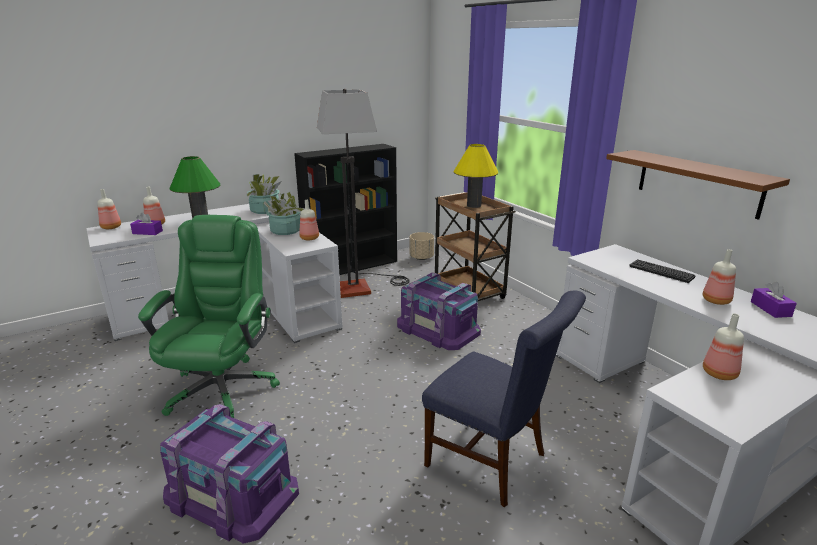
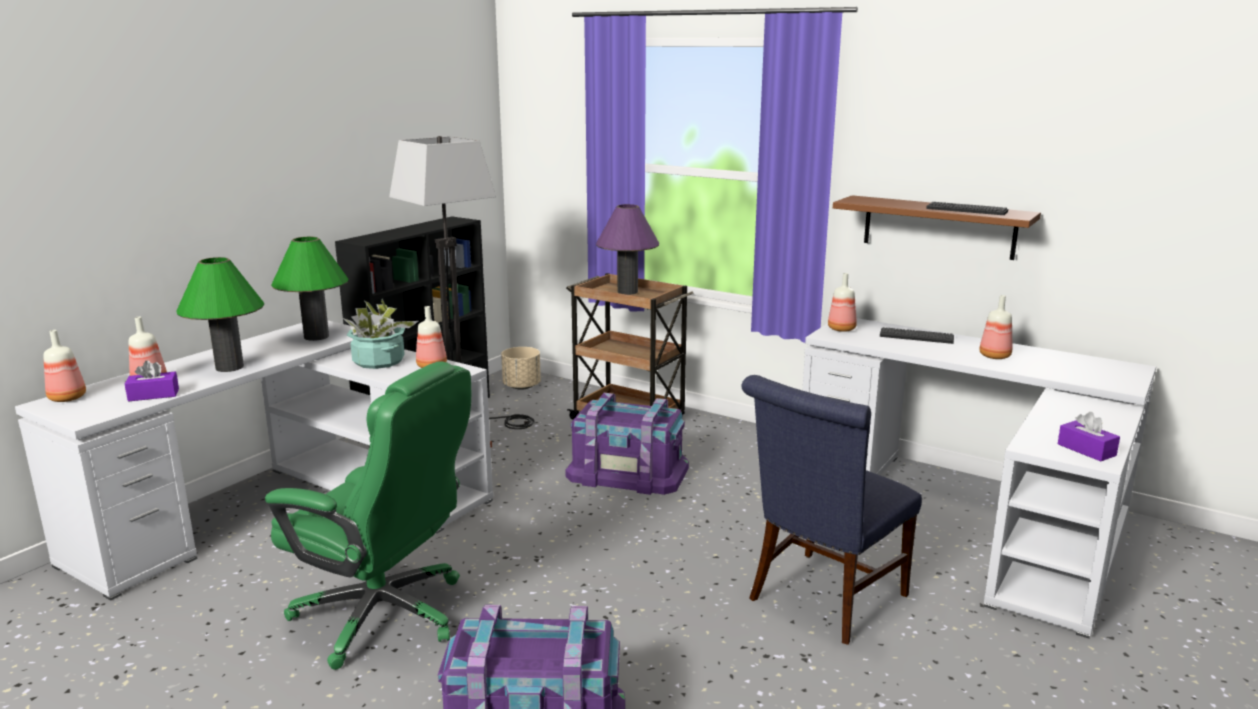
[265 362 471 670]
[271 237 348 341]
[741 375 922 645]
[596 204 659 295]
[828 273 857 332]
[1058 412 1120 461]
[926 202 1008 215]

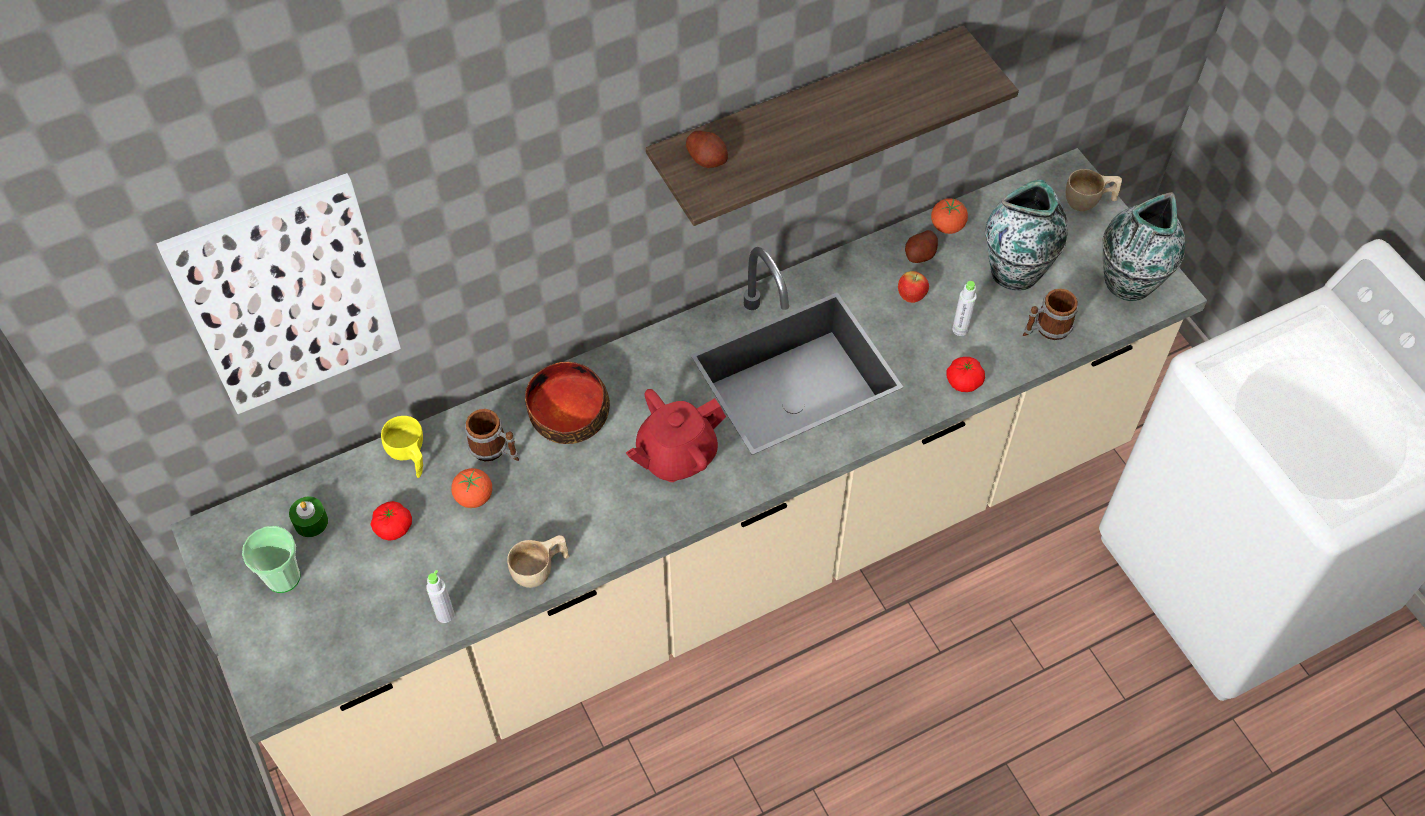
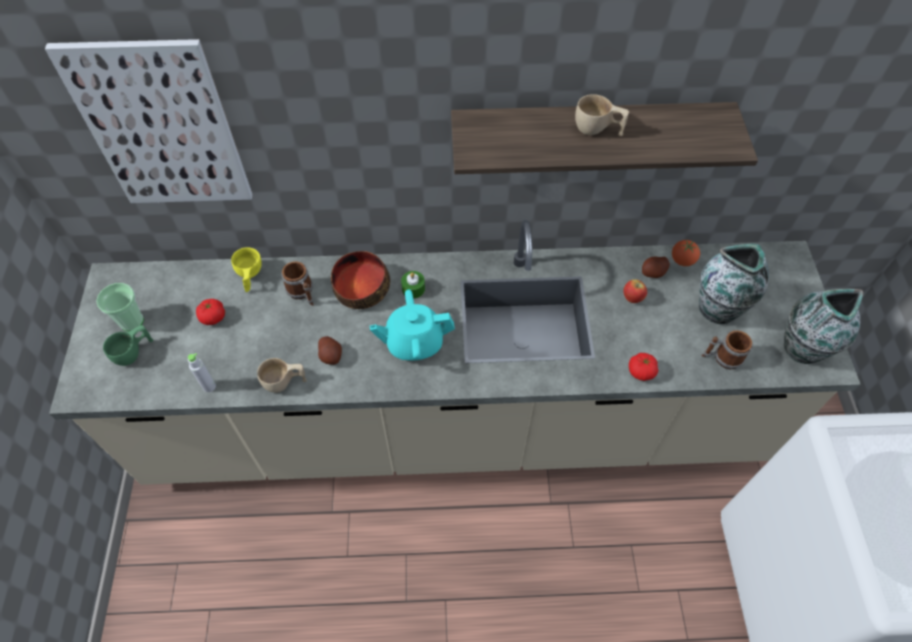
[401 271 425 299]
[451 468 492 508] (first image)
[370 290 455 361]
[318 336 342 365]
[952 281 977 336] (first image)
[575 94 629 136]
[103 325 154 366]

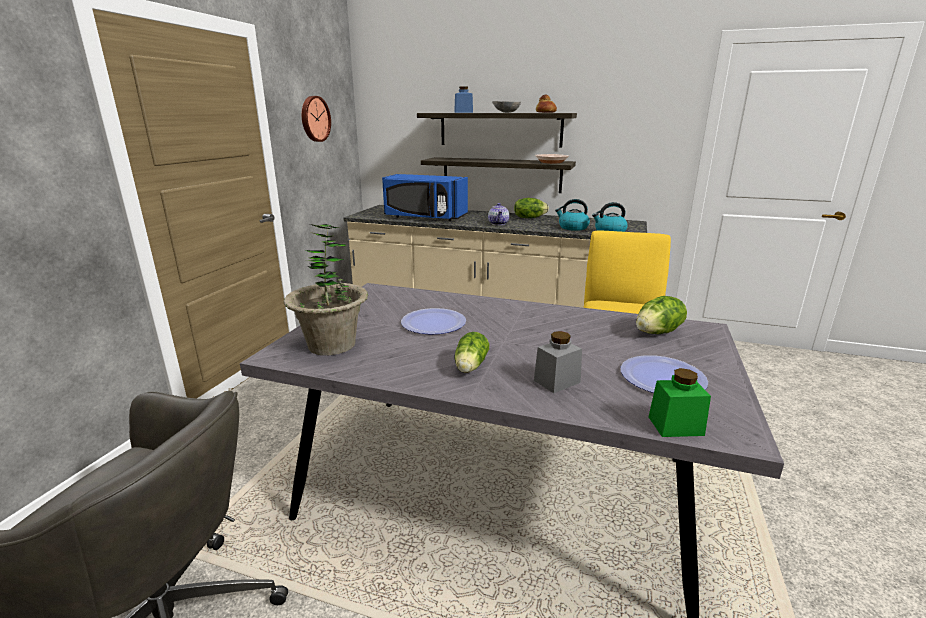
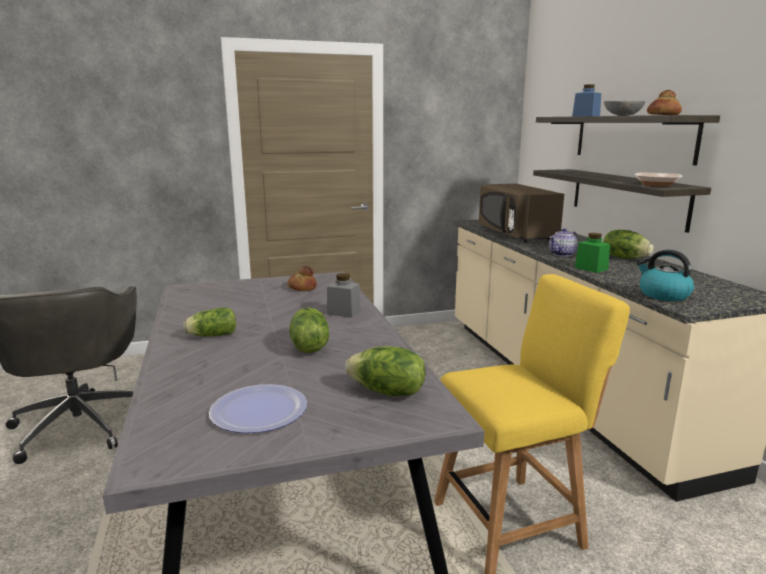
[283 224 368 355] (first image)
[302 96 331 142] (first image)
[479 184 564 242]
[401 308 466 335] (first image)
[327 273 361 318]
[555 199 590 231] (first image)
[575 233 610 273]
[287 266 317 291]
[289 307 329 353]

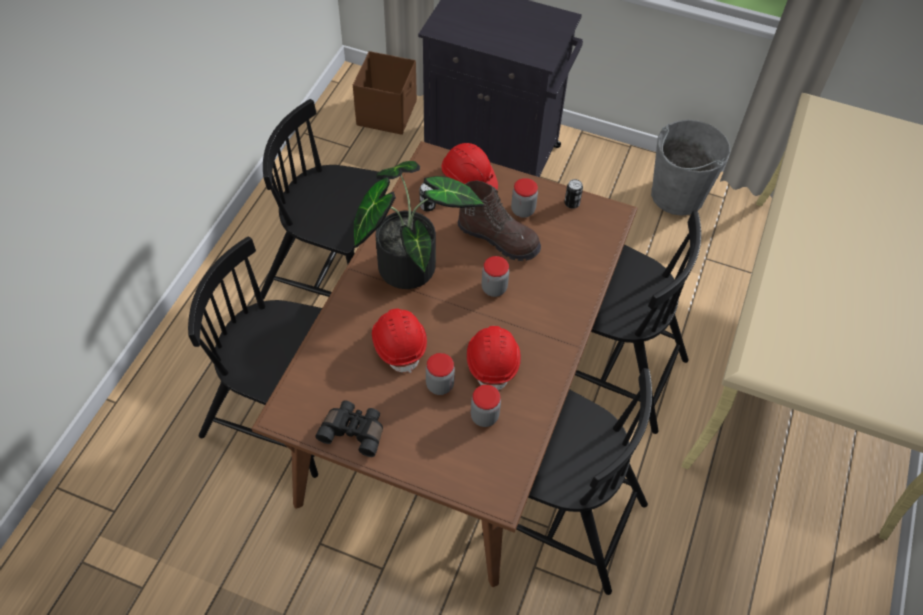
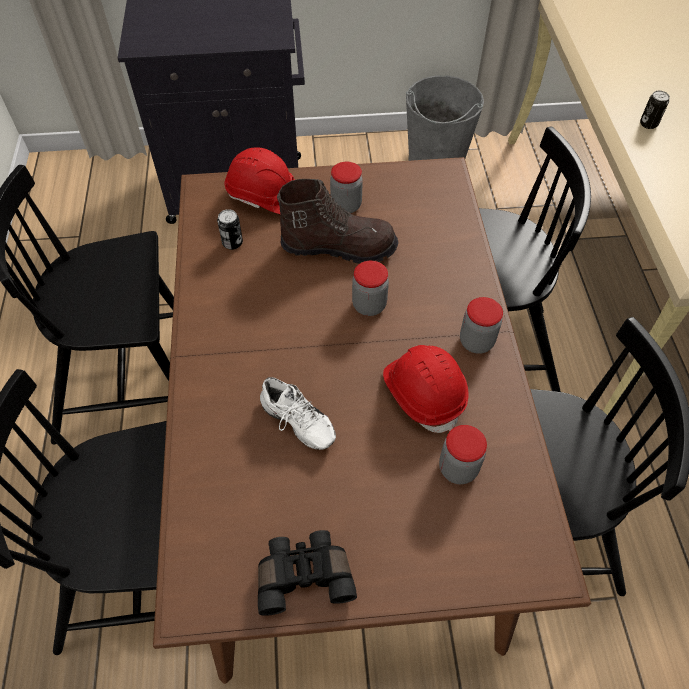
[353 51 417 135] (first image)
[354 161 484 289] (first image)
[260 377 336 450]
[460 297 503 354]
[640 91 670 129]

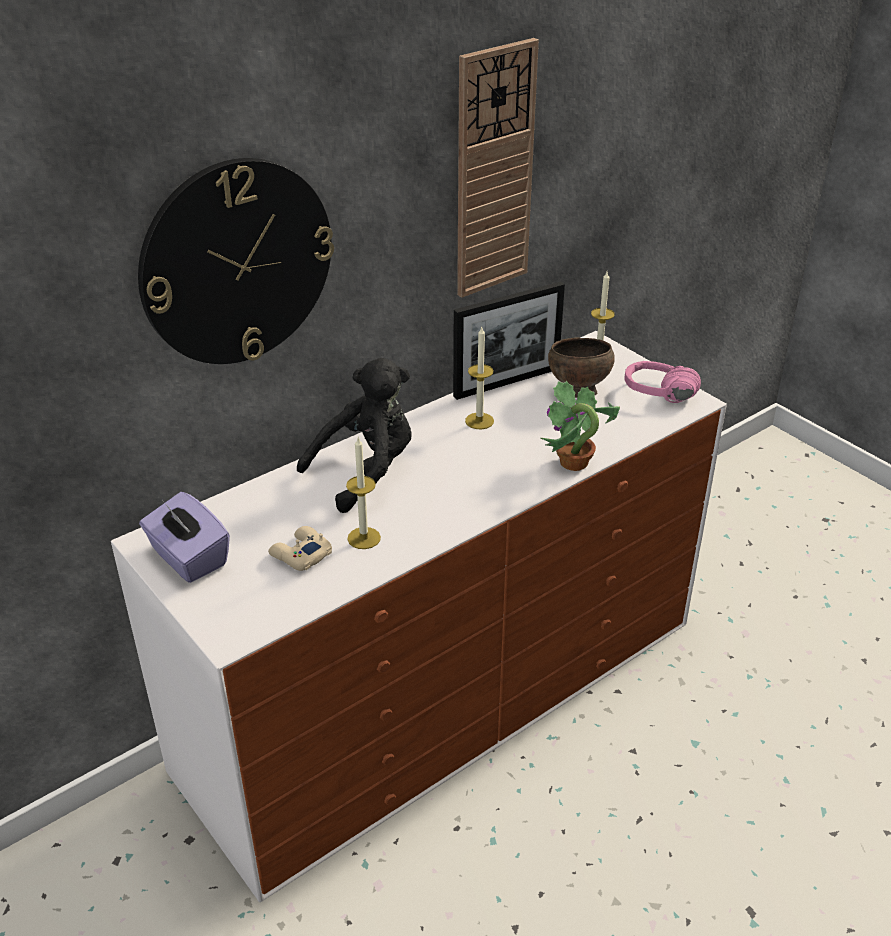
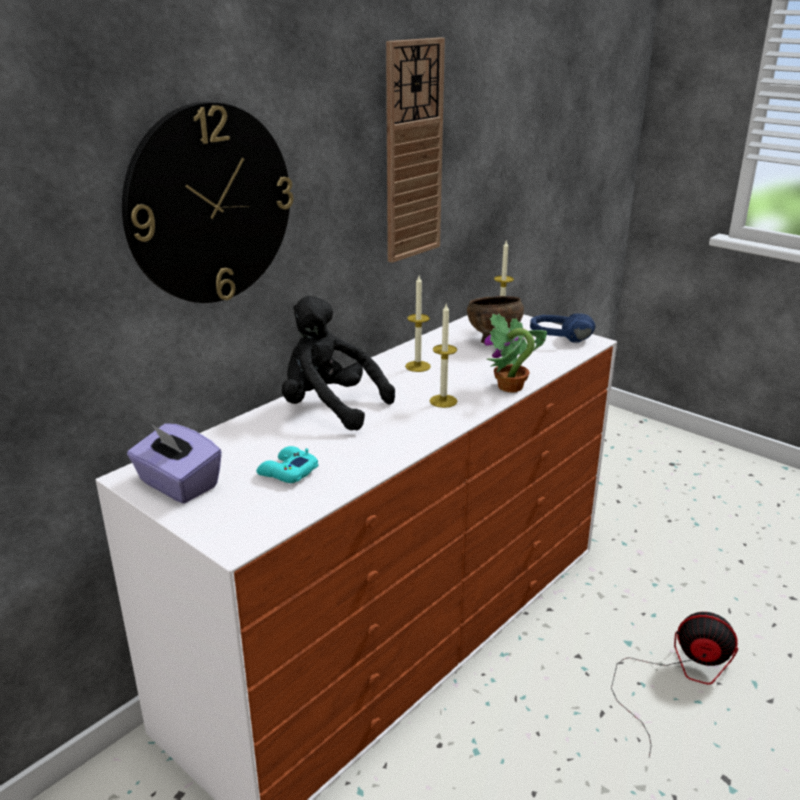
[256 446 318 483]
[282 296 395 430]
[430 304 457 408]
[453 282 565 400] (first image)
[530 314 595 343]
[611 612 738 757]

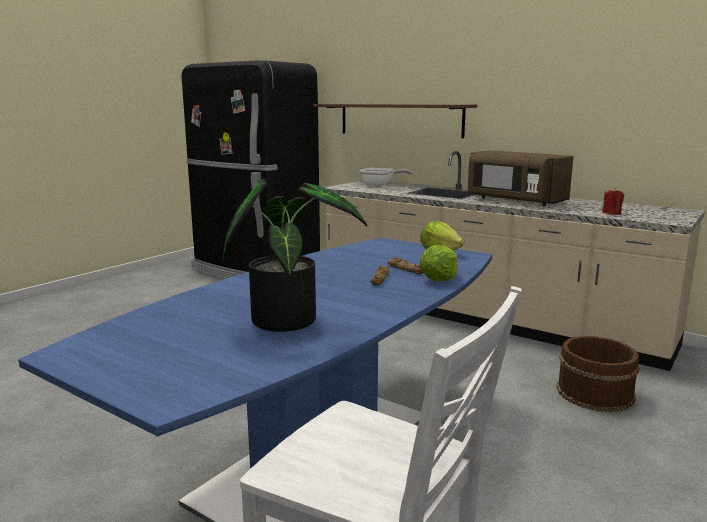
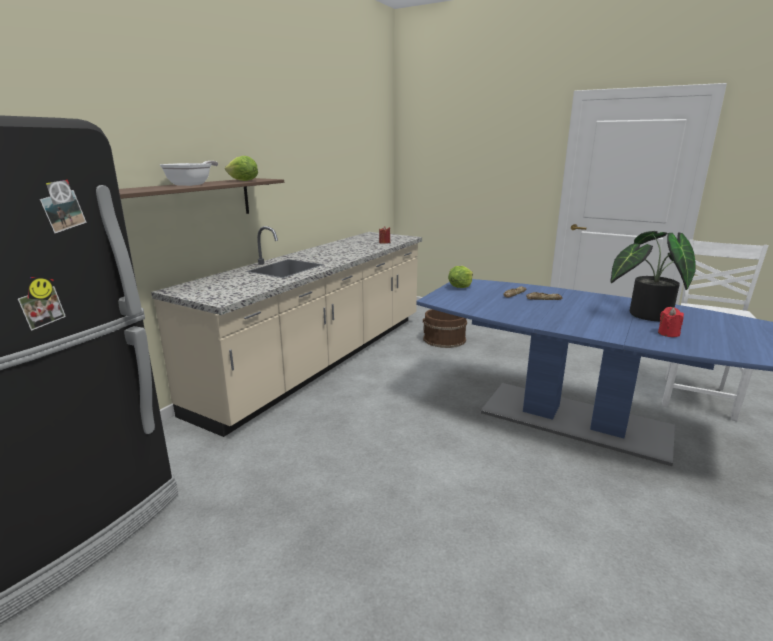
[160 161 218 186]
[225 156 258 181]
[468 150 574 206] (first image)
[658 307 684 337]

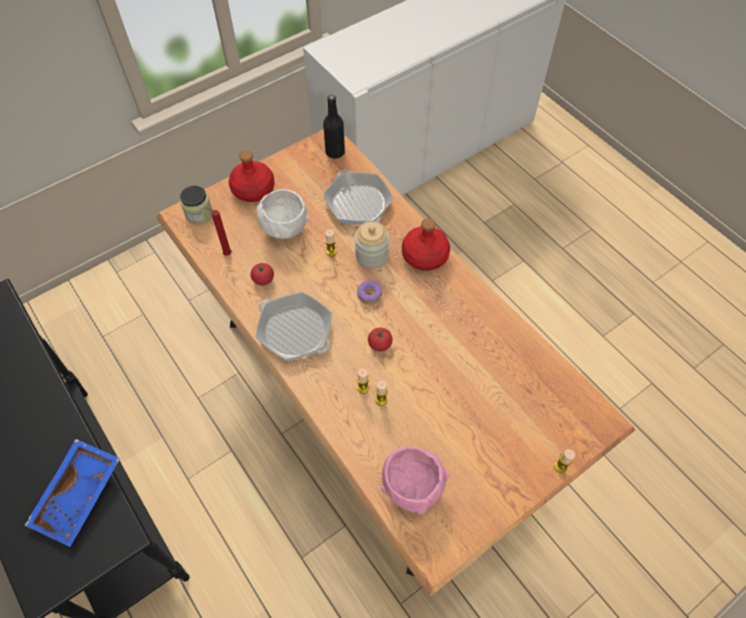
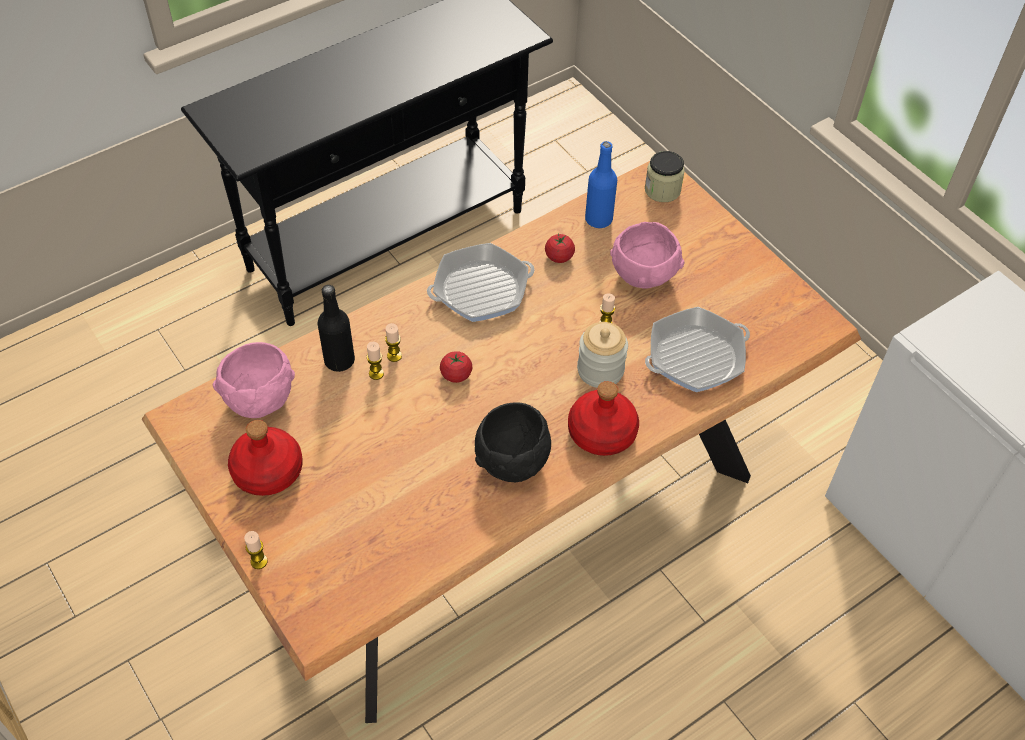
[25 439 120 547] (first image)
[585 141 617 228]
[228 420 303 496]
[427 243 534 322]
[610 222 684 289]
[318 285 355 372]
[357 281 382 304] (first image)
[475 402 551 482]

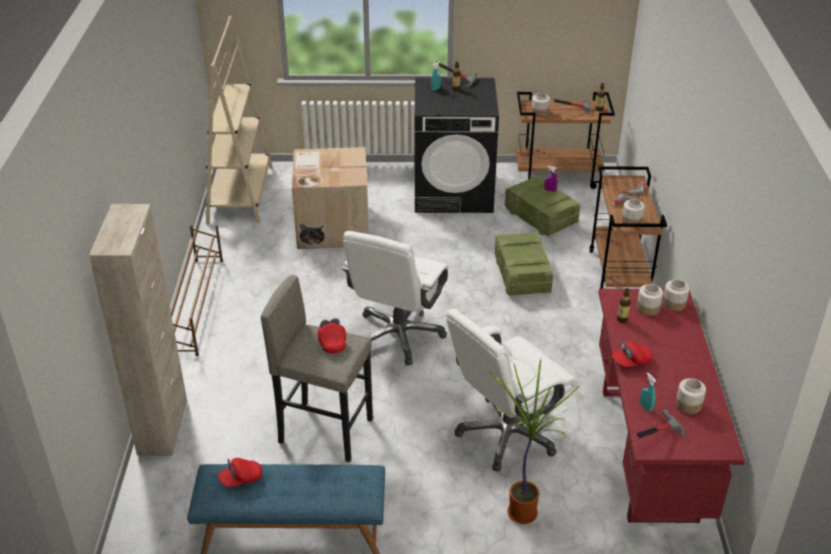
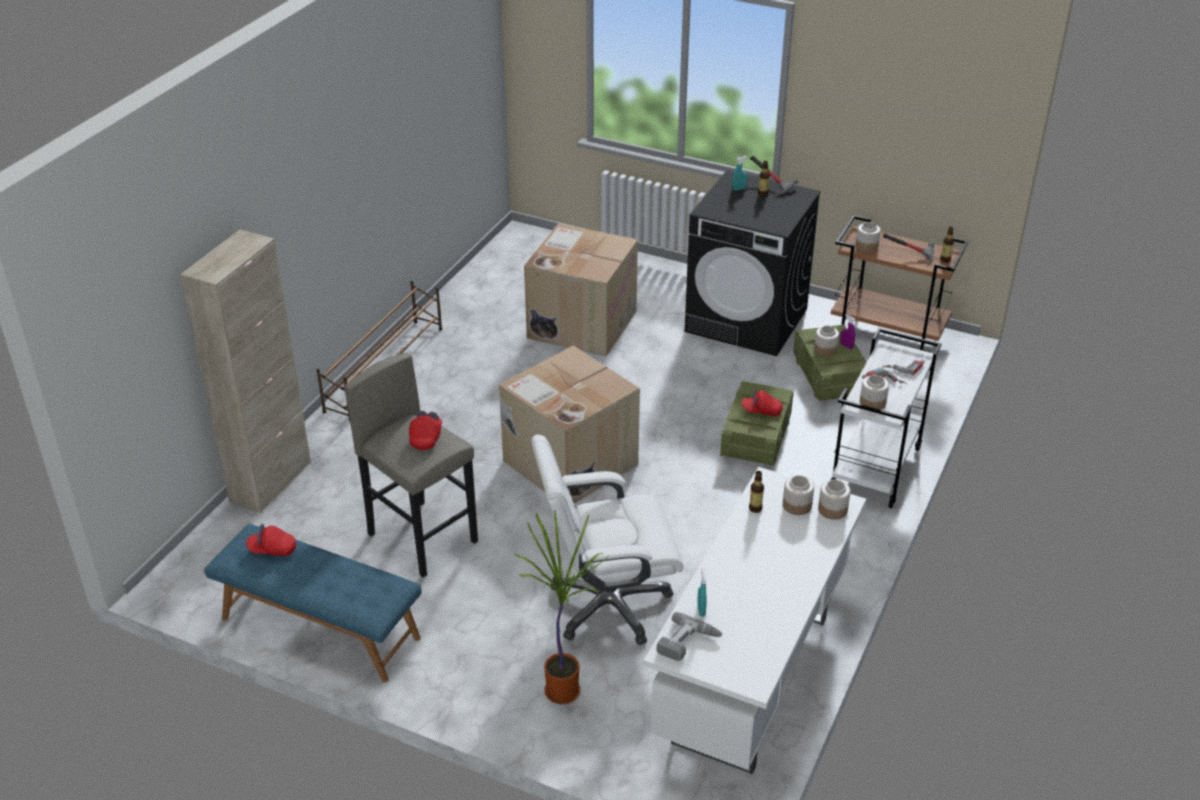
[205 16 273 224] (first image)
[499 345 640 503]
[831 328 942 508]
[643 467 866 774]
[741 388 783 416]
[657 612 723 661]
[814 326 839 357]

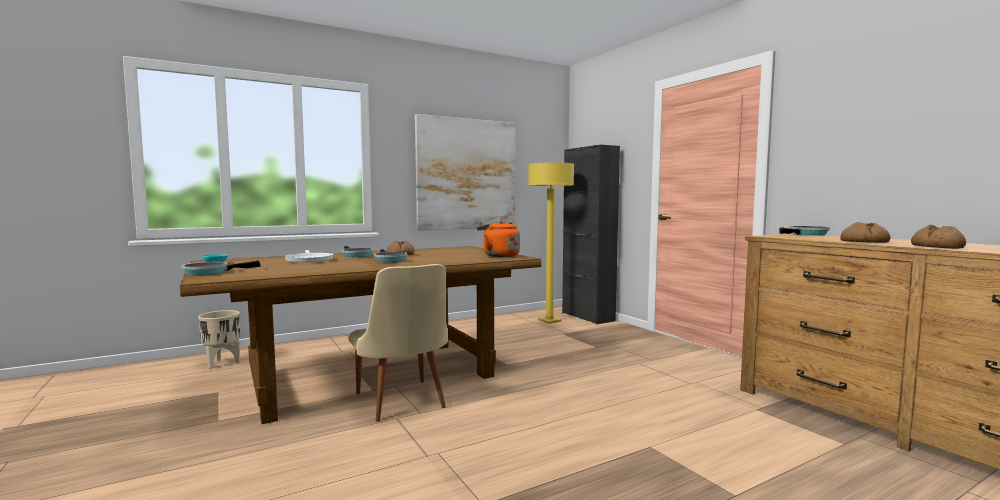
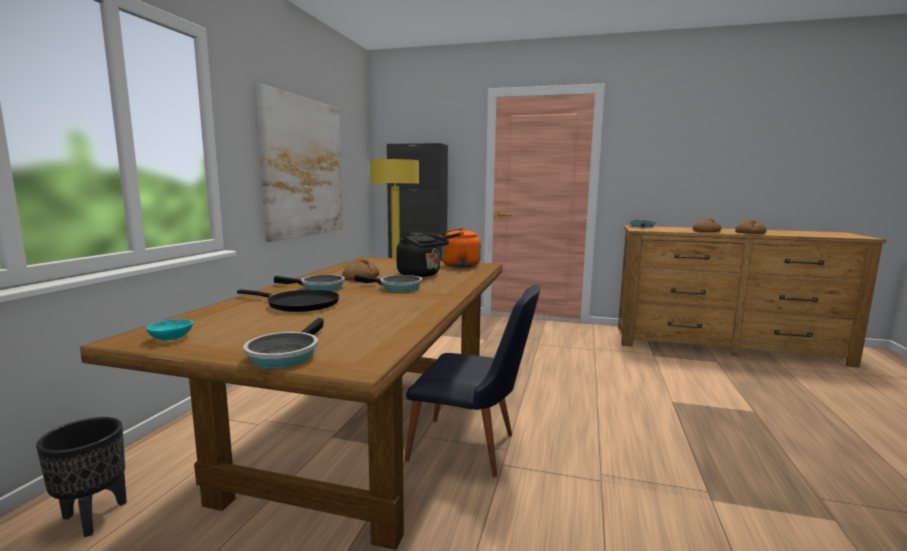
[36 417 127 537]
[237 289 339 312]
[405 285 540 477]
[396 232 449 277]

